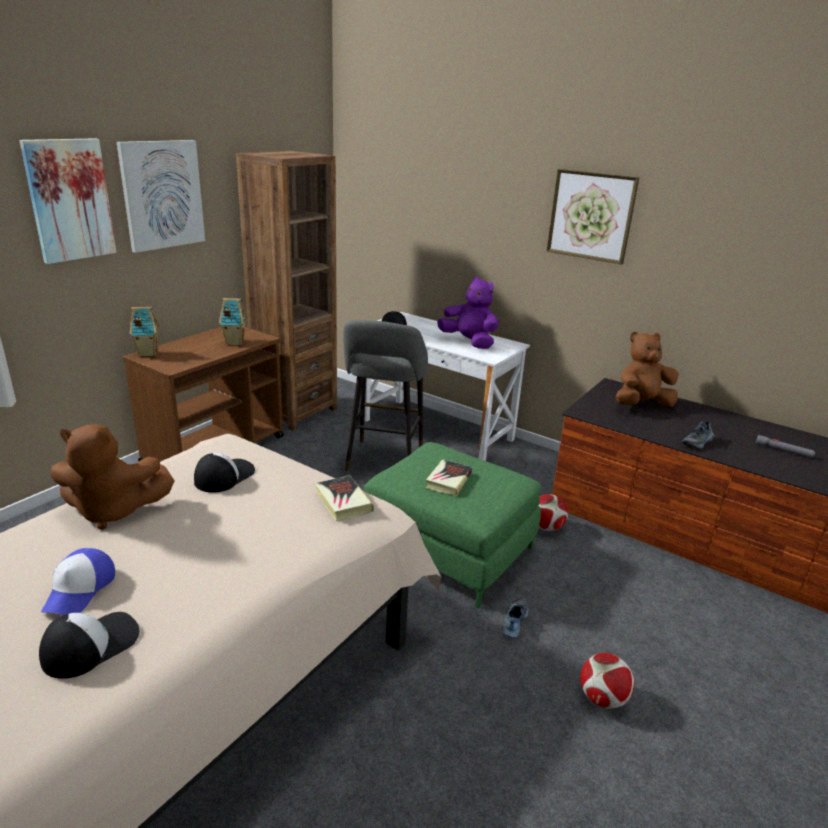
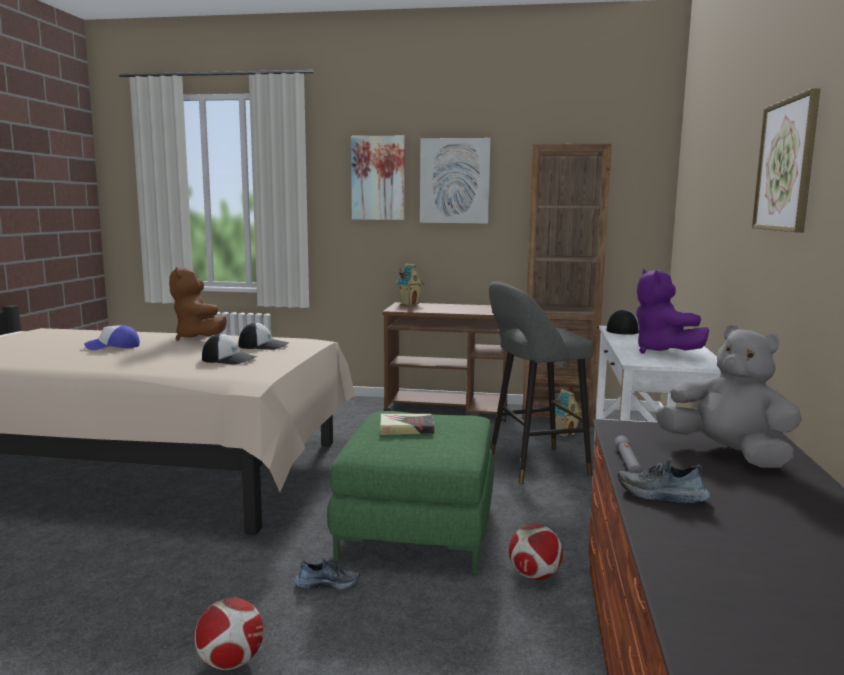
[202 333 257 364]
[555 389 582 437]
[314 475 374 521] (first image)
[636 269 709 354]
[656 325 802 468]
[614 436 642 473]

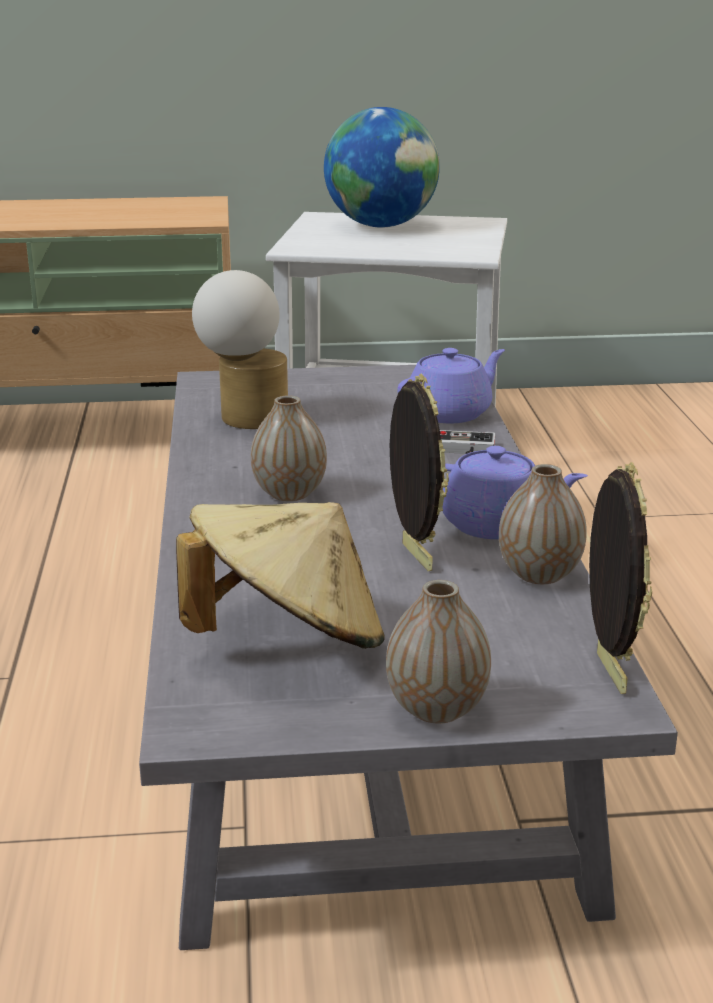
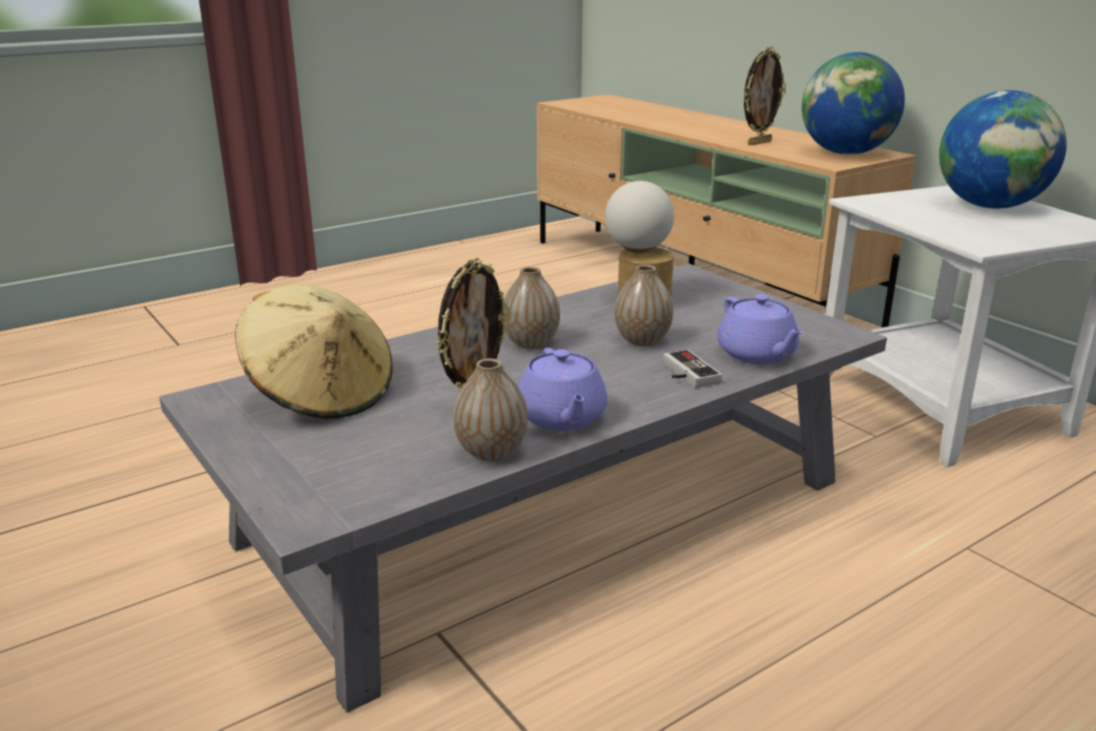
[615 265 673 346]
[717 294 804 365]
[744 47 786 145]
[802 52 905 155]

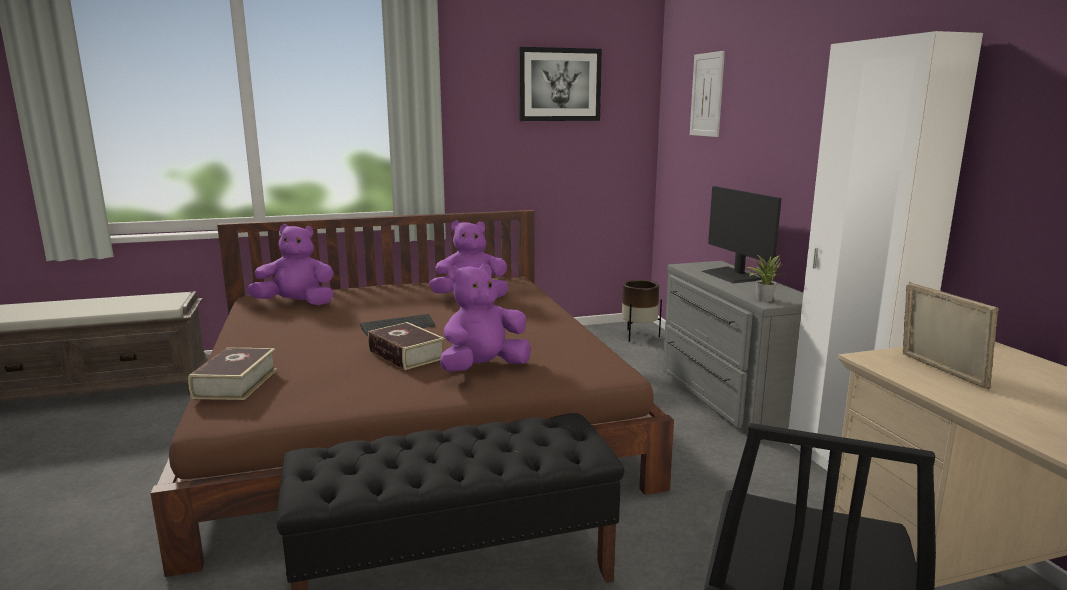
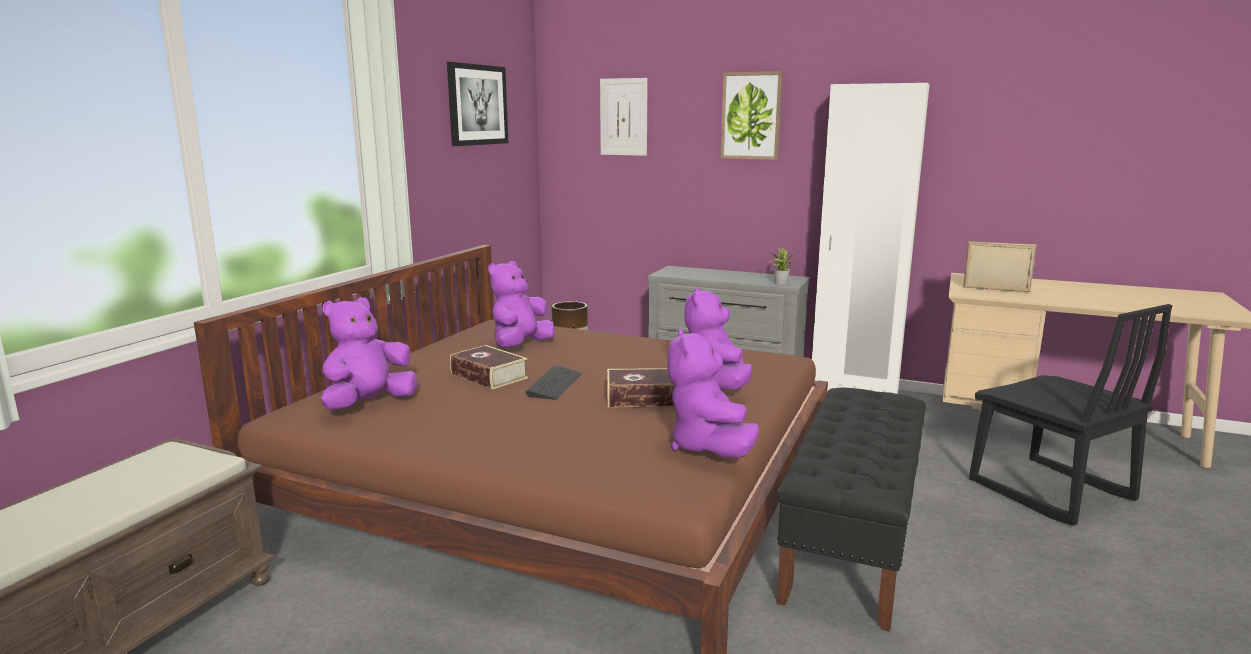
[450 345 528 390]
[702 186 781 284] (first image)
[667 328 759 457]
[720 71 783 160]

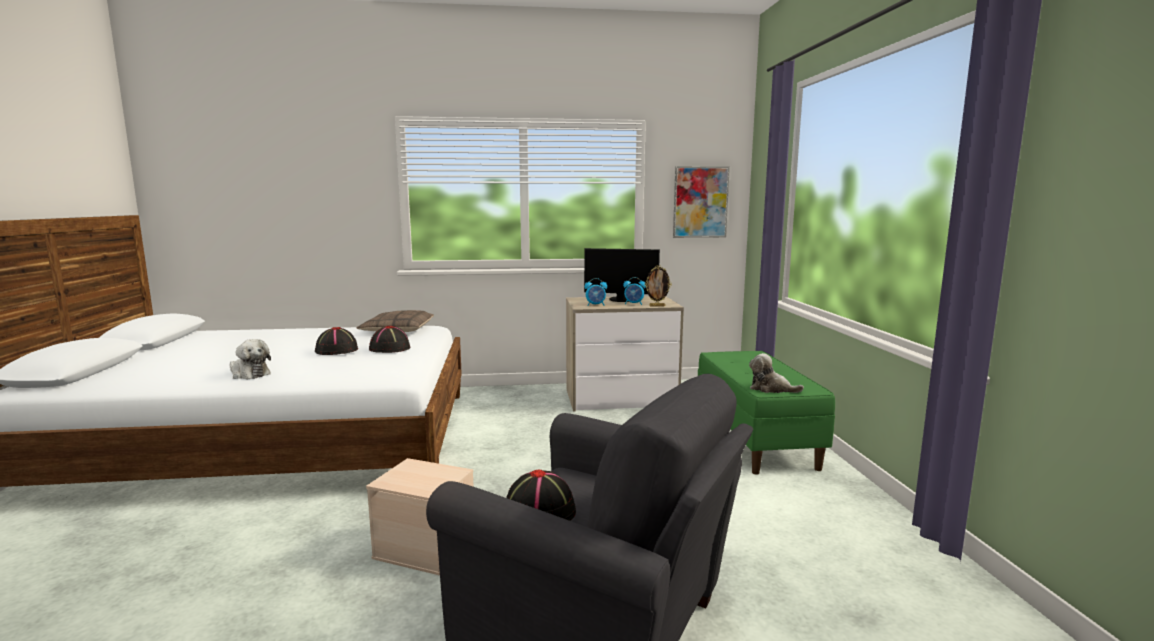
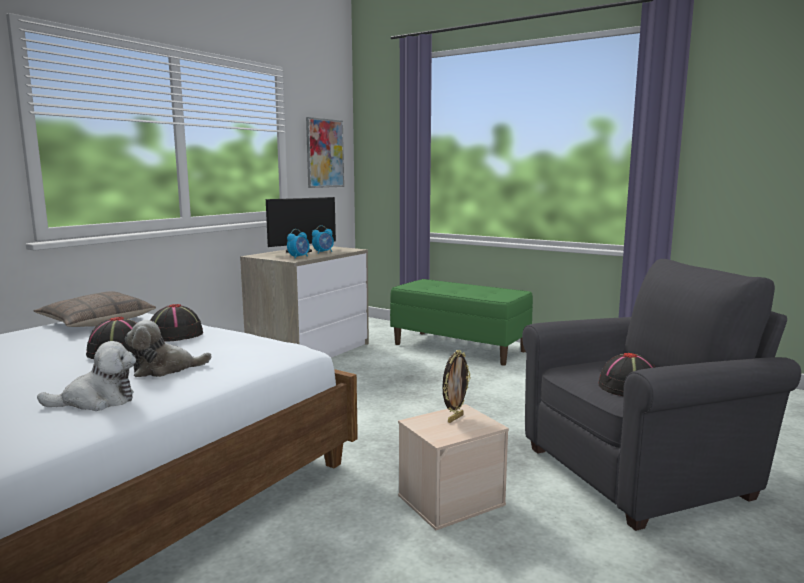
[442 350 470 423]
[125 320 212 377]

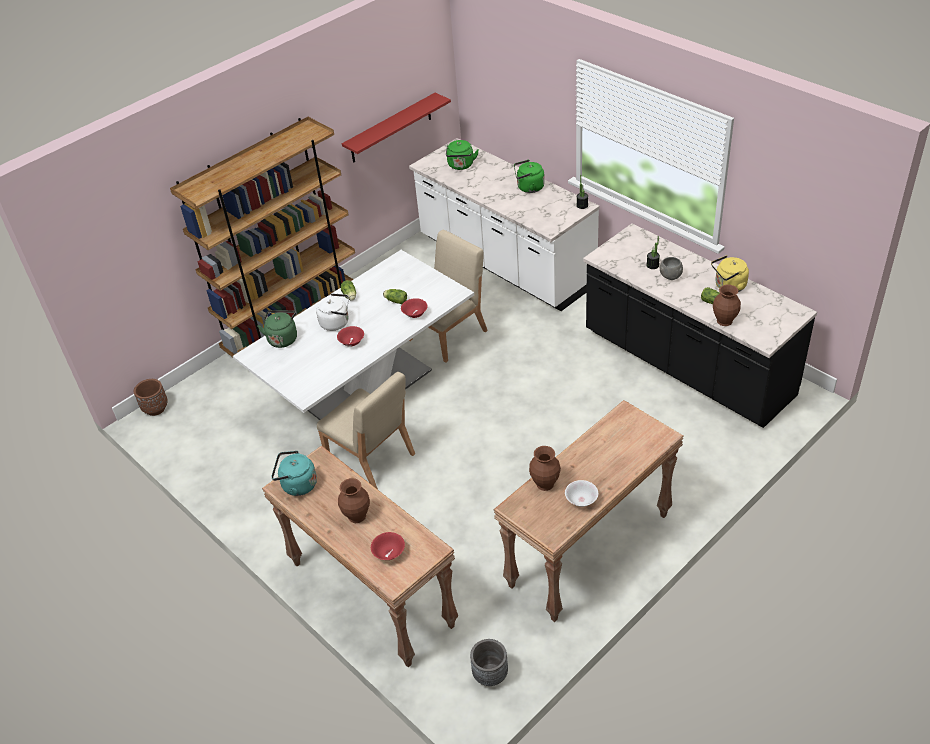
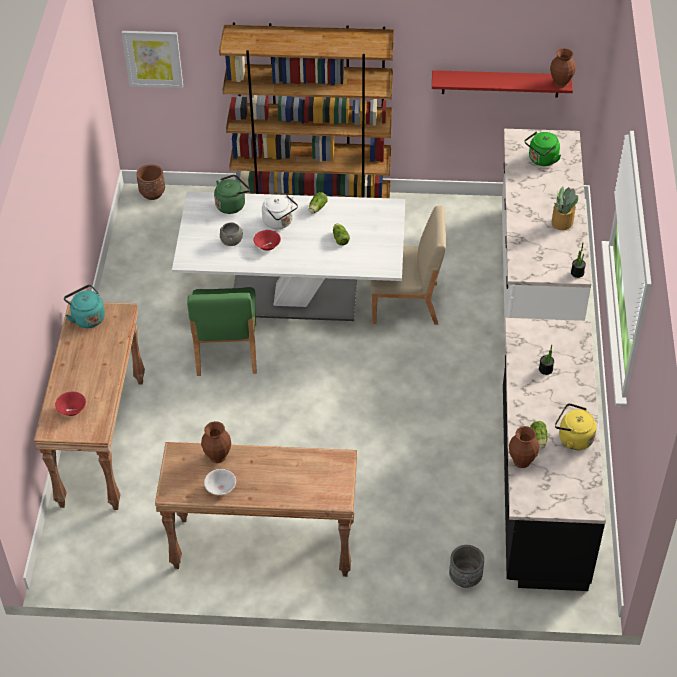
[187 287 257 376]
[550 48 576 88]
[401 298 428 318] (first image)
[449 545 484 588]
[552 187 578 230]
[220 223 243 246]
[122 31 183 88]

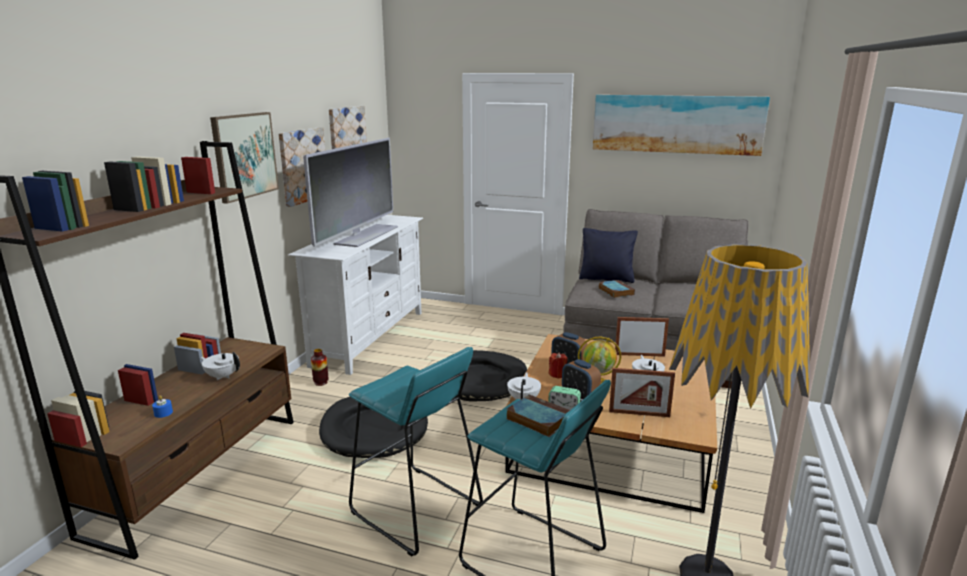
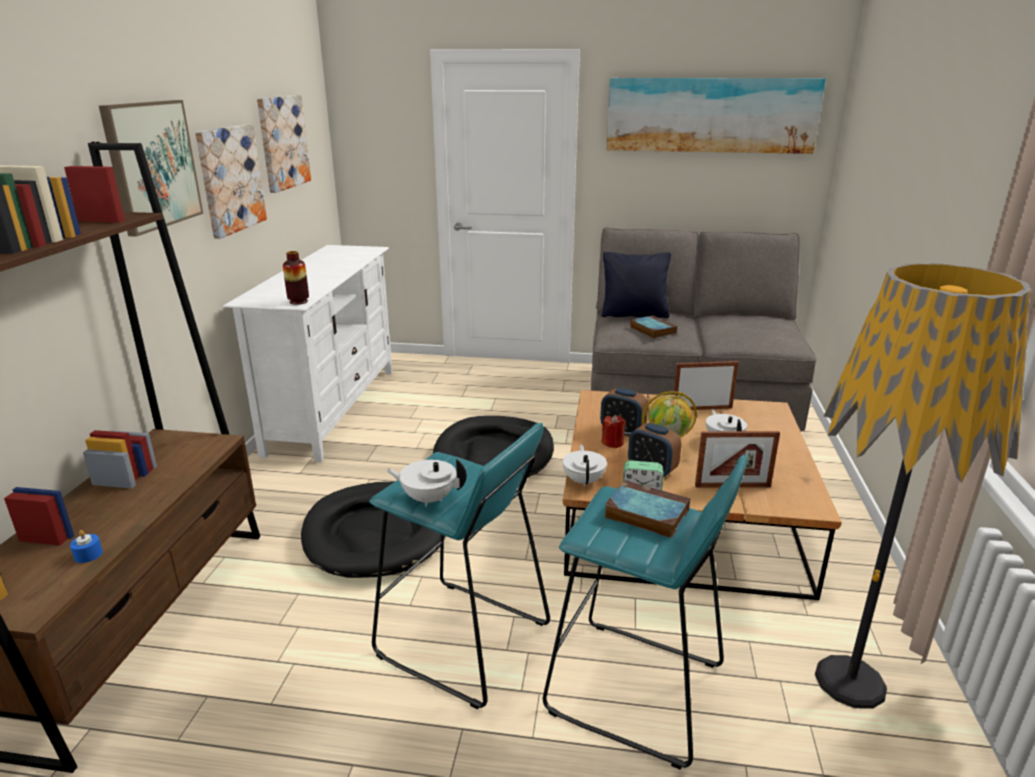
[386 459 467 506]
[303 138 398 247] (first image)
[283 251 309 305]

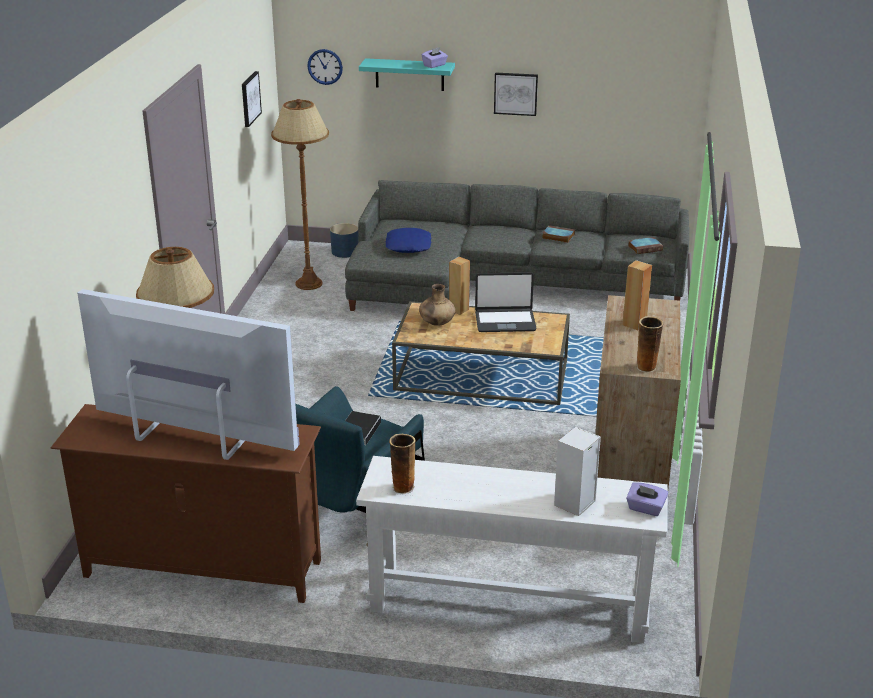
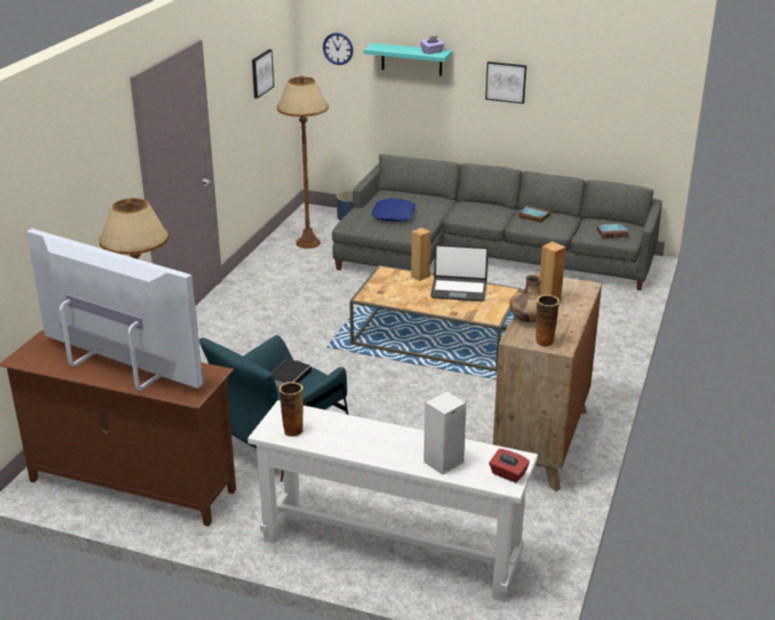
[510 275 545 323]
[489 449 529 483]

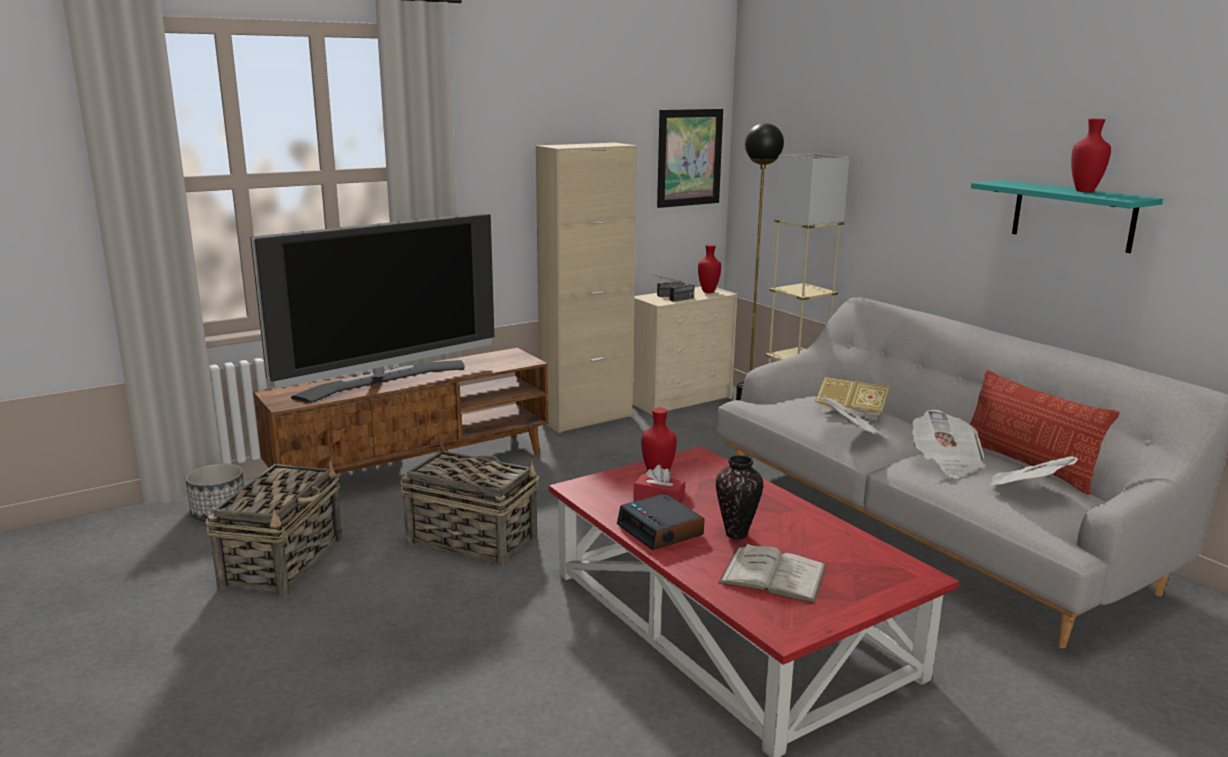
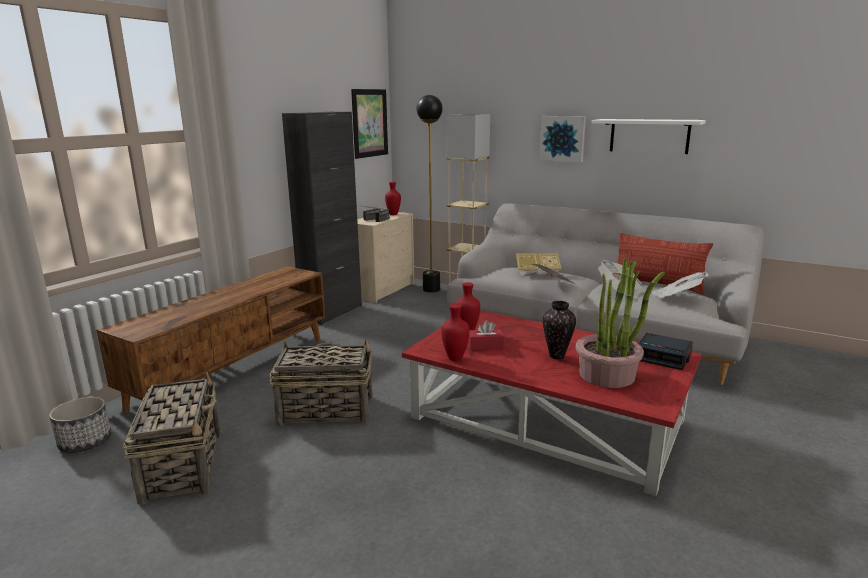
[250 213 494 403] (first image)
[282 112 362 325]
[639 333 693 370]
[575 258 665 388]
[592 119 706 154]
[441 304 470 361]
[540 116 586 162]

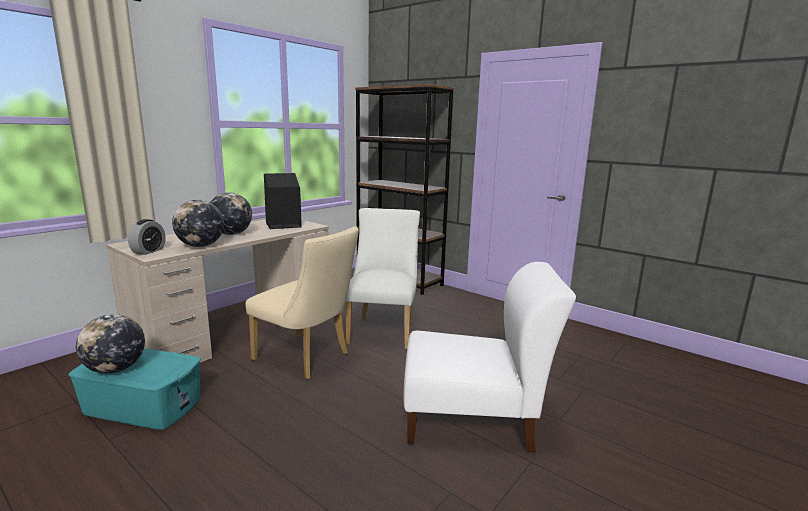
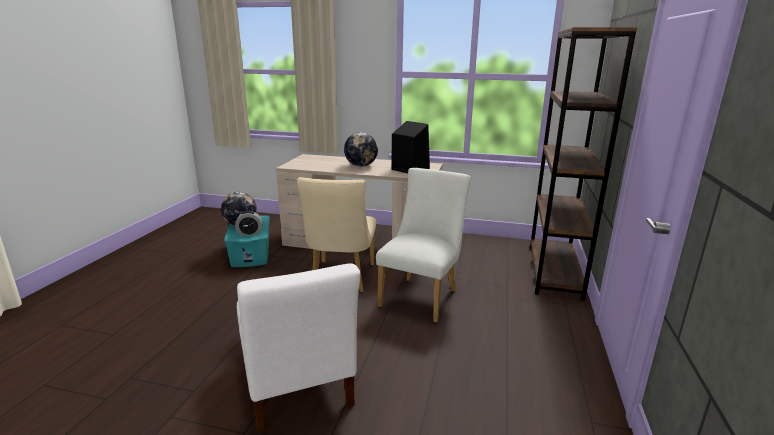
[235 211 263 236]
[172 200 224 247] (first image)
[376 168 471 323]

